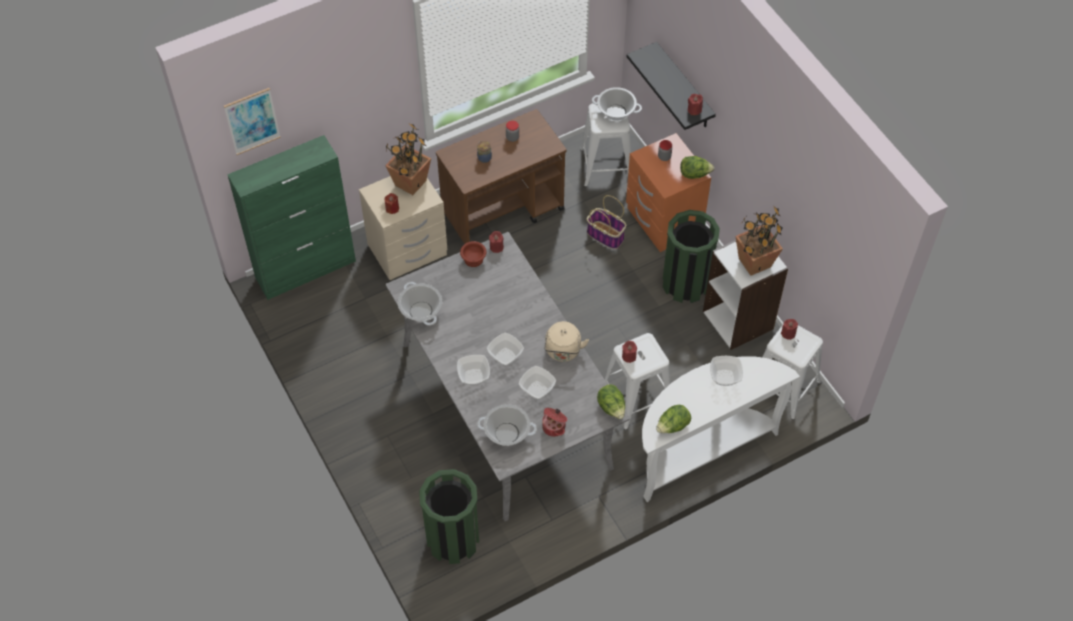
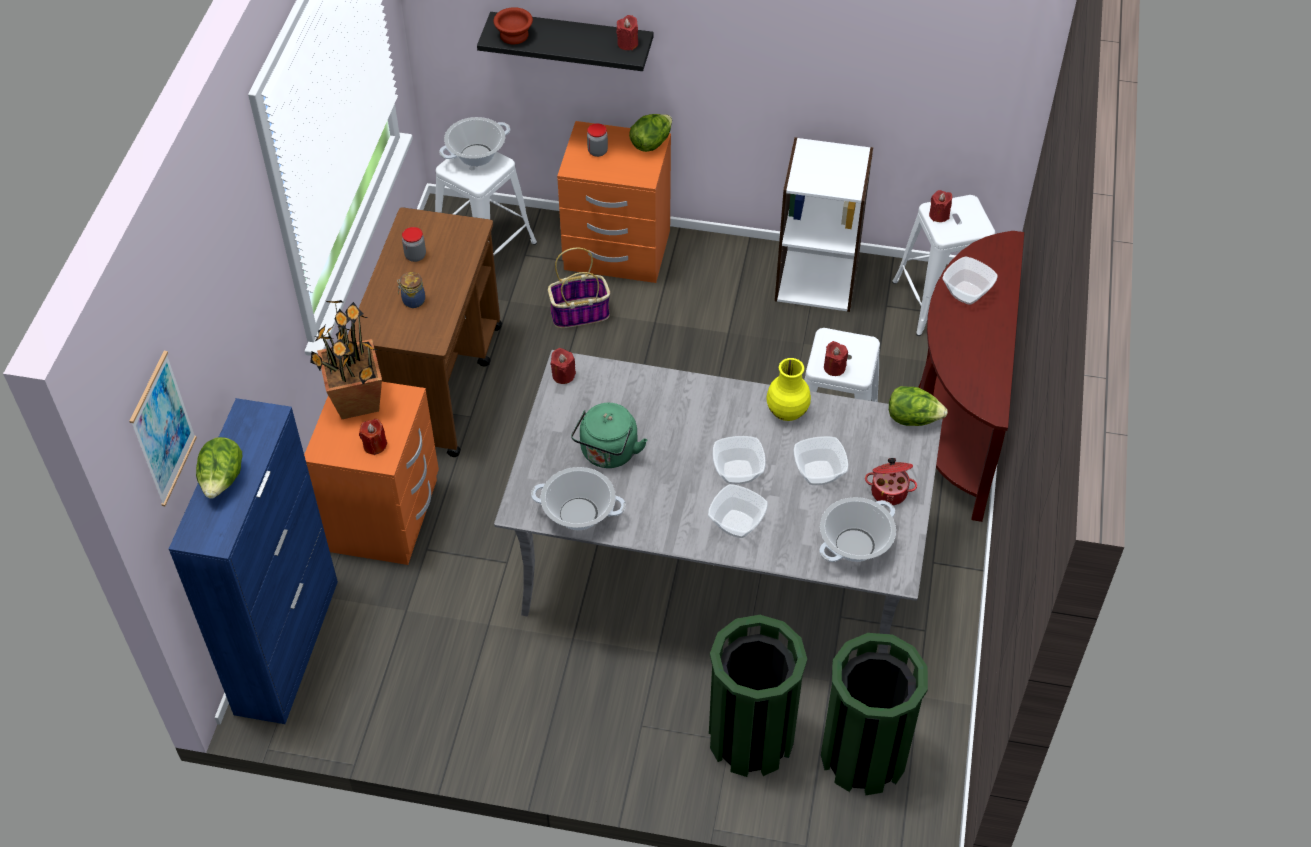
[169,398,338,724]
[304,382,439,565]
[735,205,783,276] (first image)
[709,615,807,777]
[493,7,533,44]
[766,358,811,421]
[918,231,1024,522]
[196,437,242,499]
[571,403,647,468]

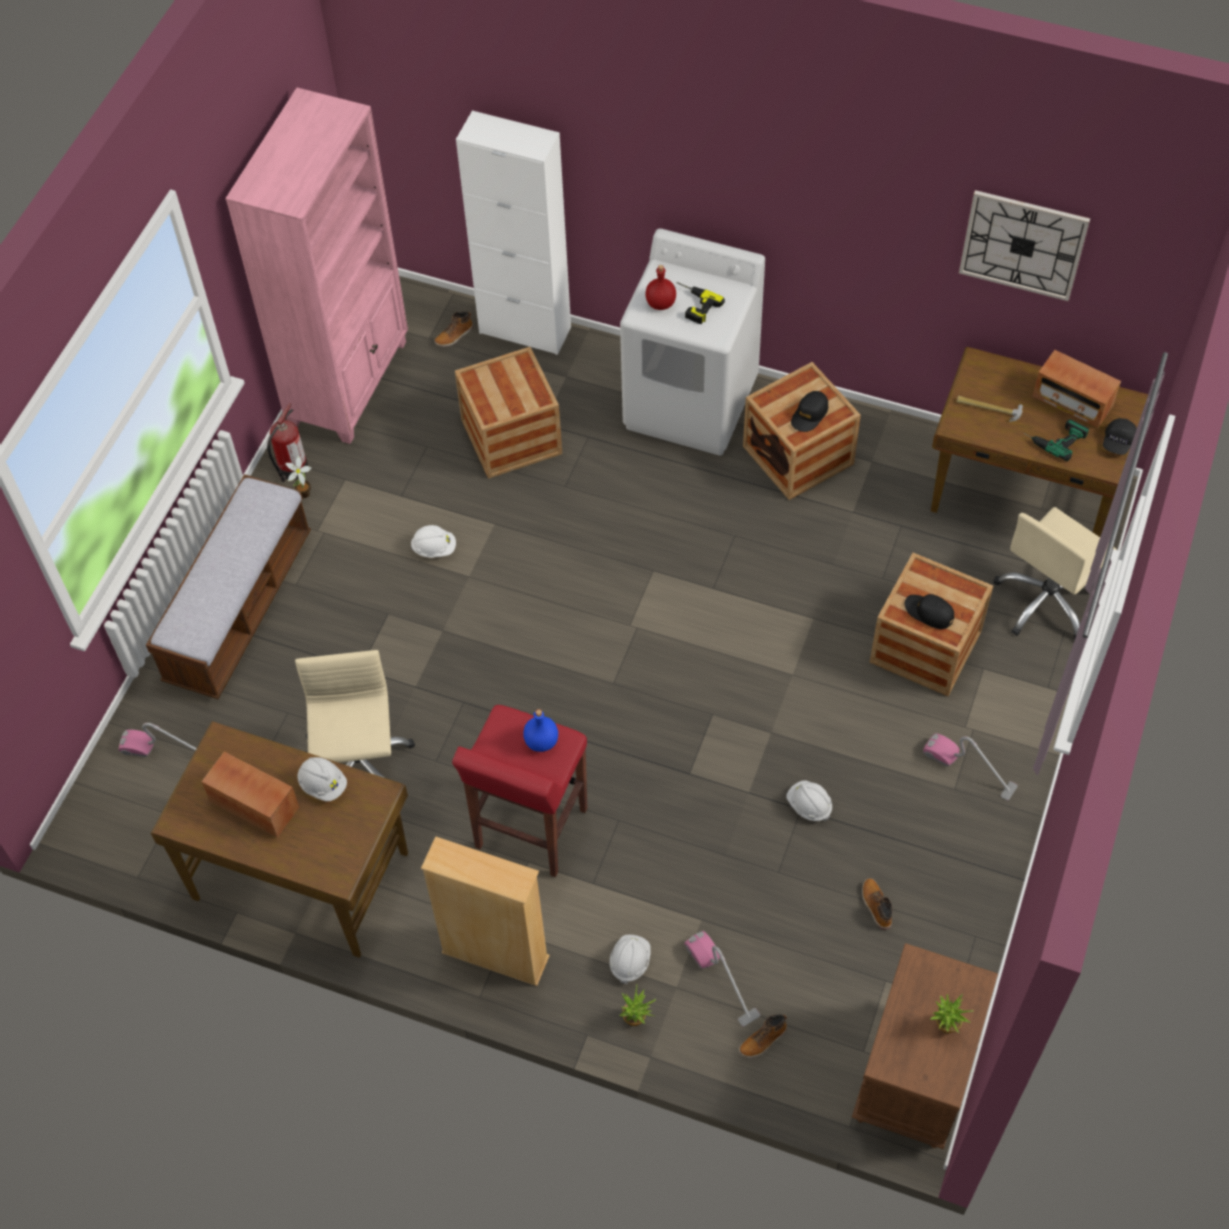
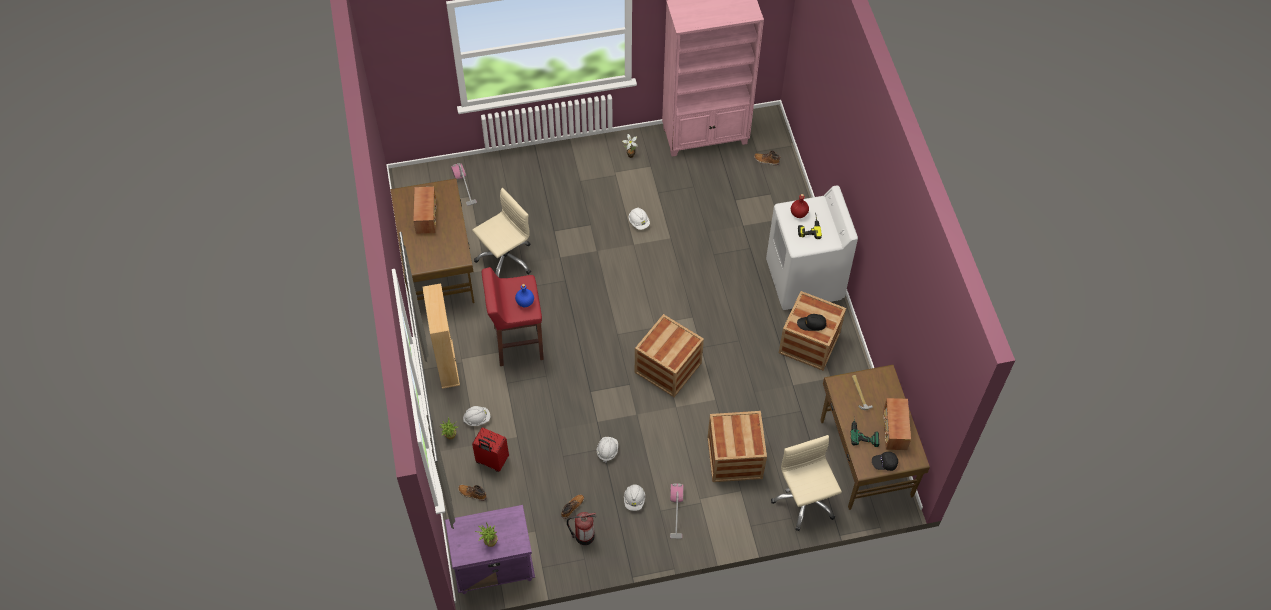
[456,111,571,355] (first image)
[959,190,1090,301] (first image)
[635,314,704,397]
[567,512,596,545]
[146,474,311,699] (first image)
[771,435,842,531]
[904,594,954,629] (first image)
[624,484,645,511]
[472,427,509,472]
[445,505,535,594]

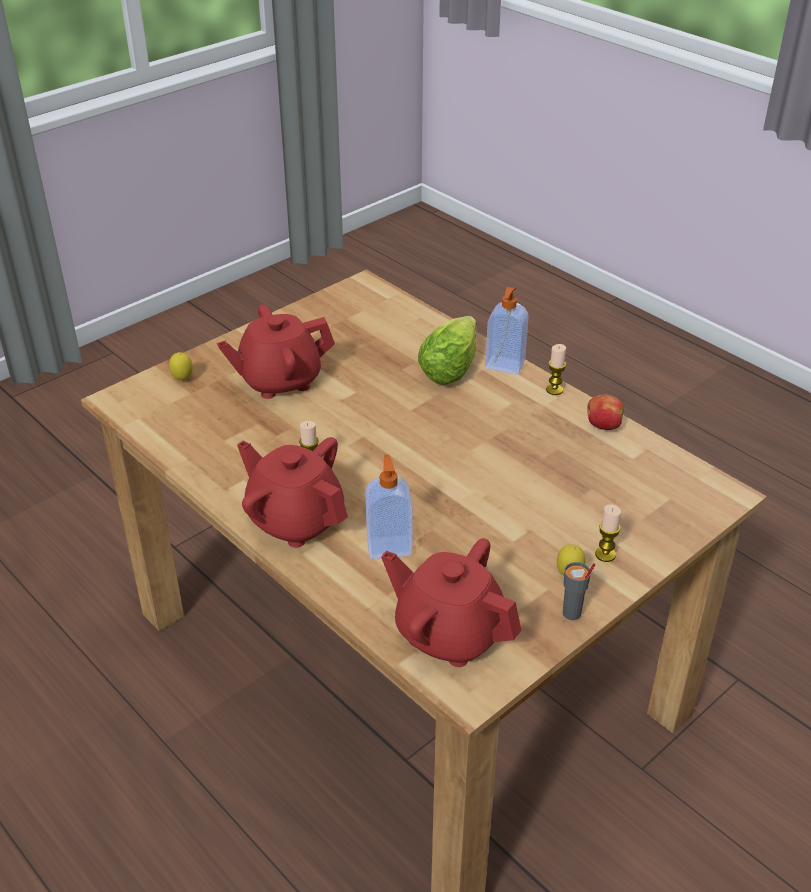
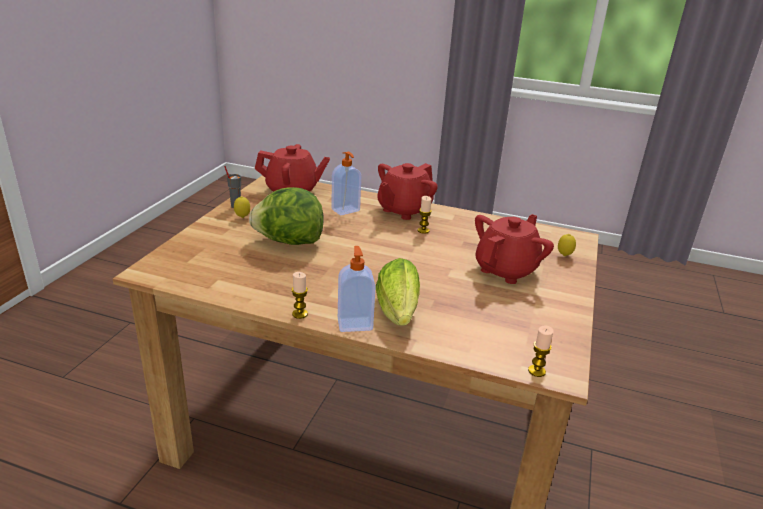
[588,394,624,430] (first image)
[377,163,438,220]
[528,326,554,377]
[249,187,324,245]

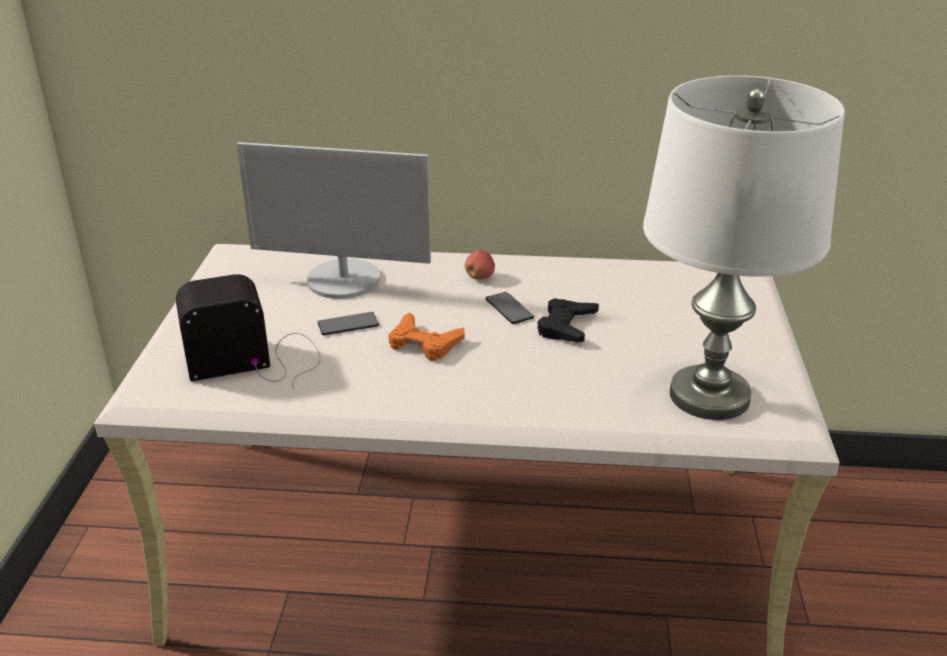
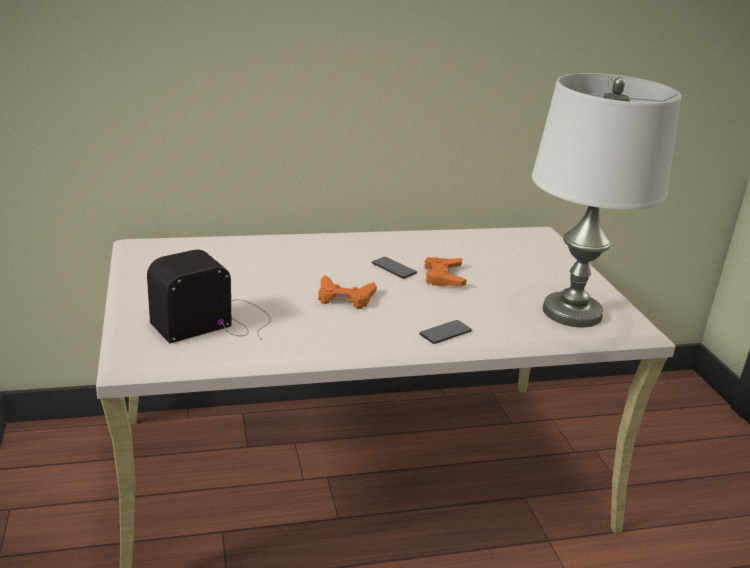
[237,142,431,299] (first image)
[465,250,495,279] (first image)
[424,257,467,286]
[419,320,472,344]

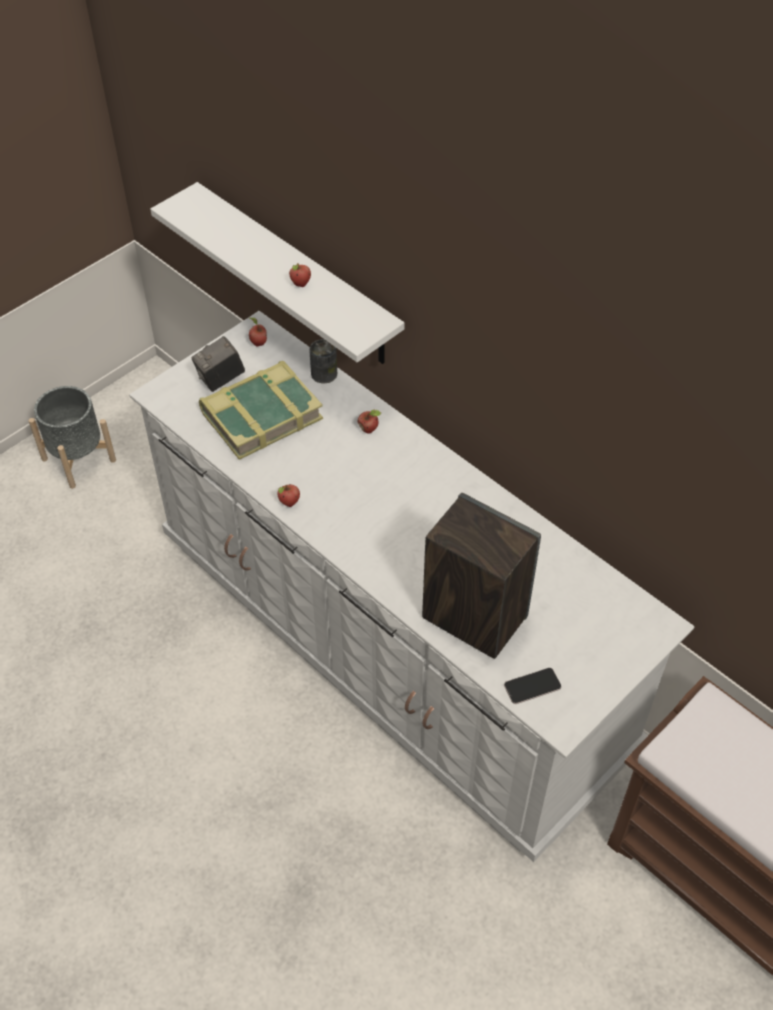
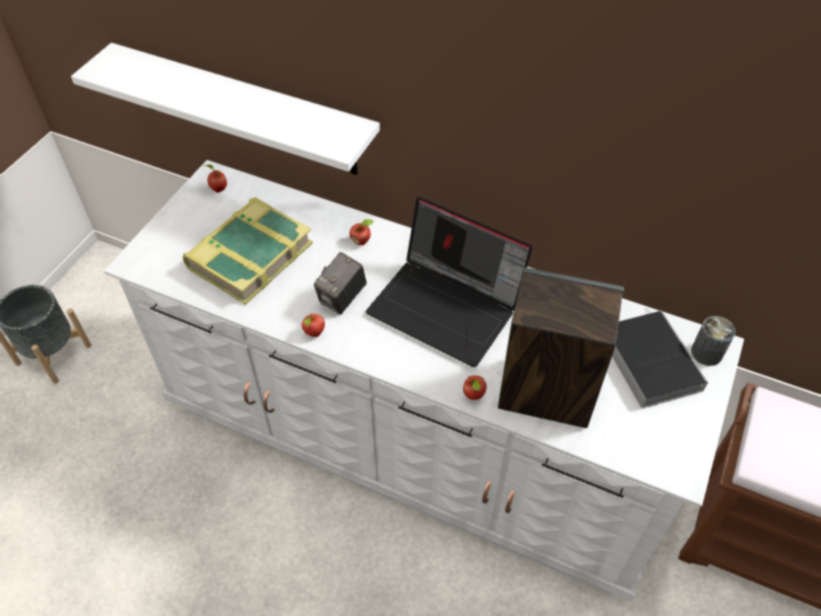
[463,375,487,400]
[314,252,367,315]
[691,316,736,366]
[504,668,561,704] (first image)
[366,197,532,367]
[612,308,708,408]

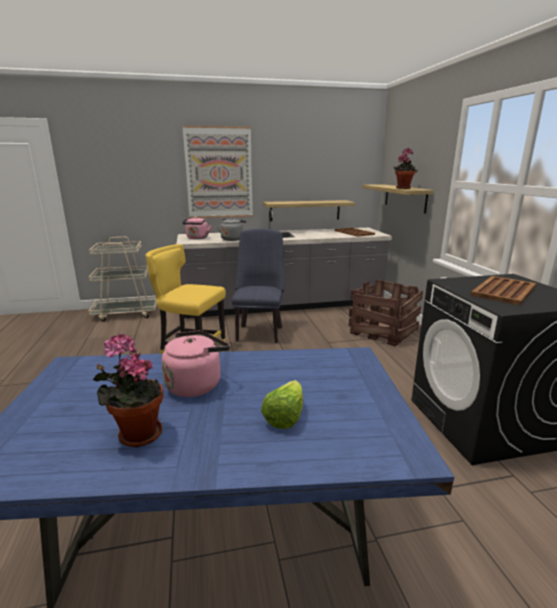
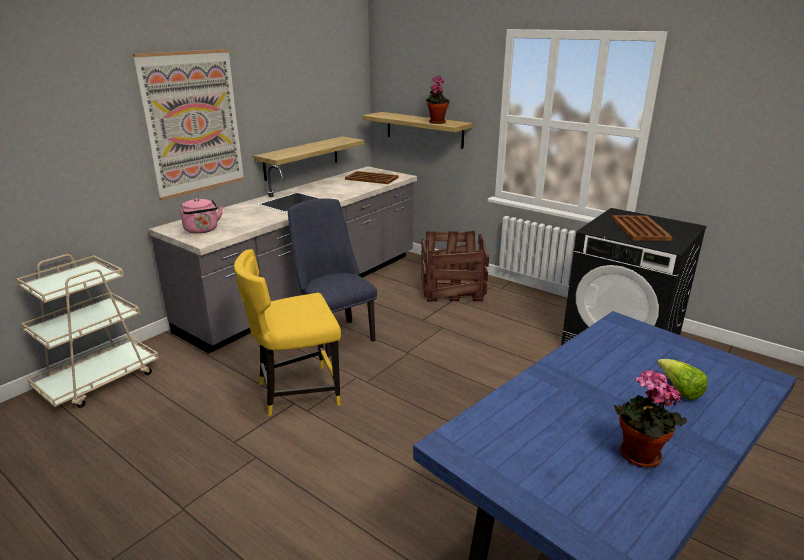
[218,218,246,241] (first image)
[162,331,230,397] (first image)

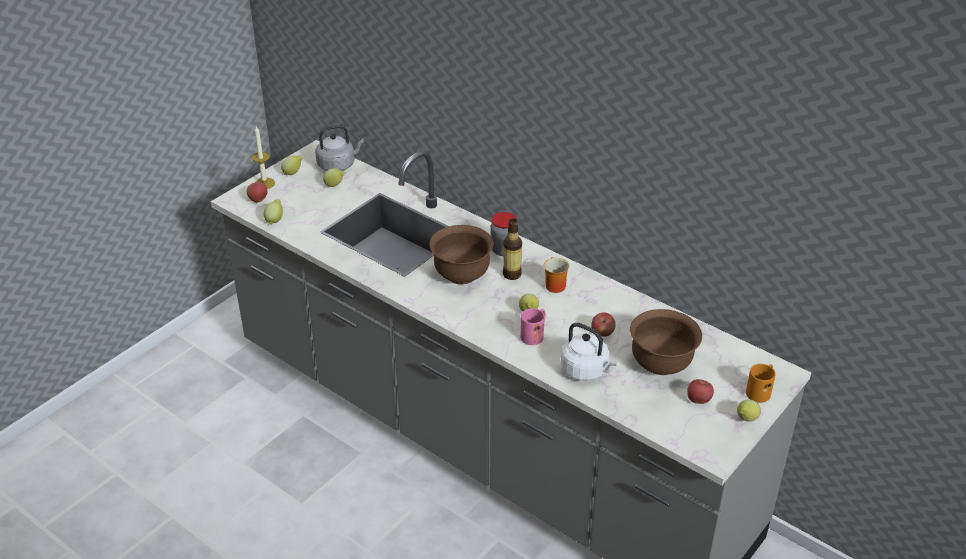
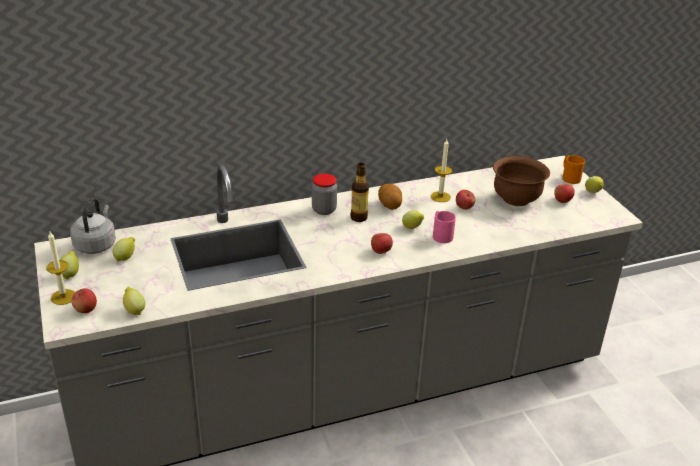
[429,225,493,284] (first image)
[378,184,402,210]
[561,323,618,381] (first image)
[431,139,452,202]
[371,233,393,254]

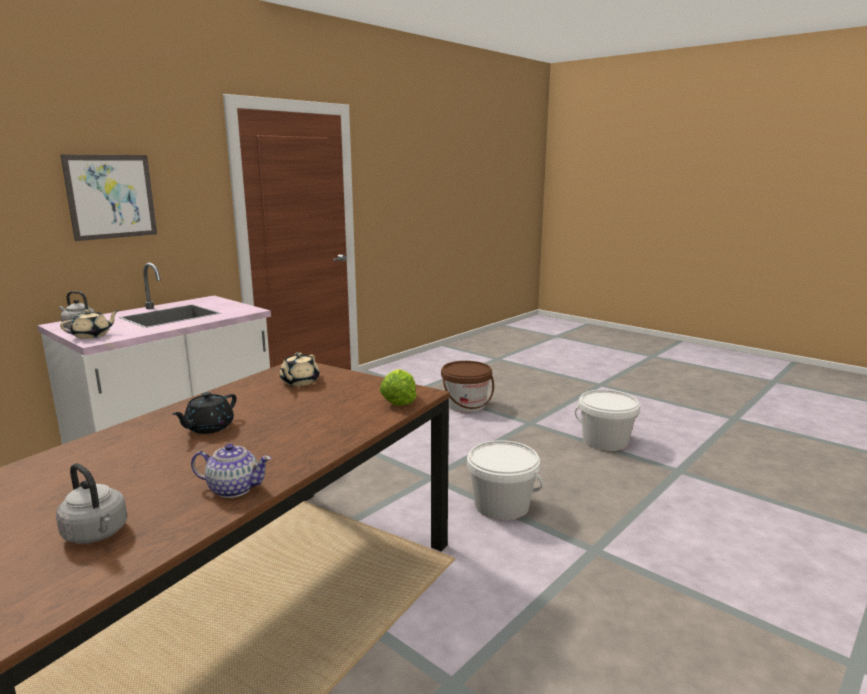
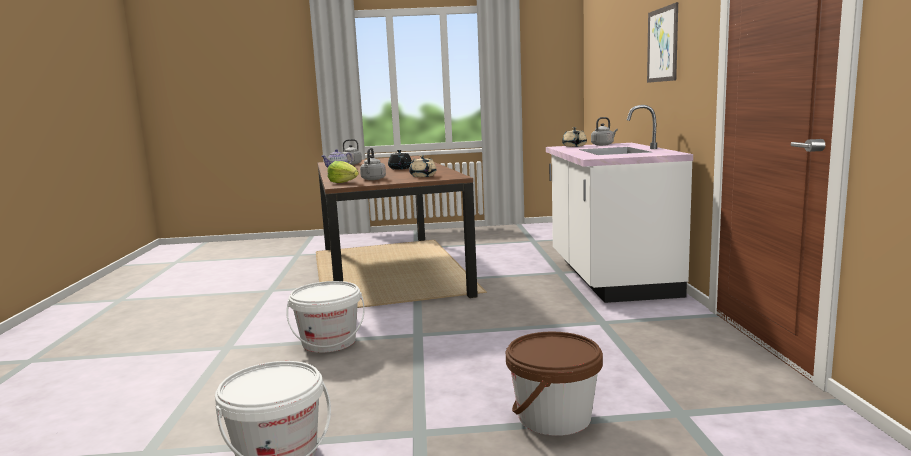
[360,148,386,180]

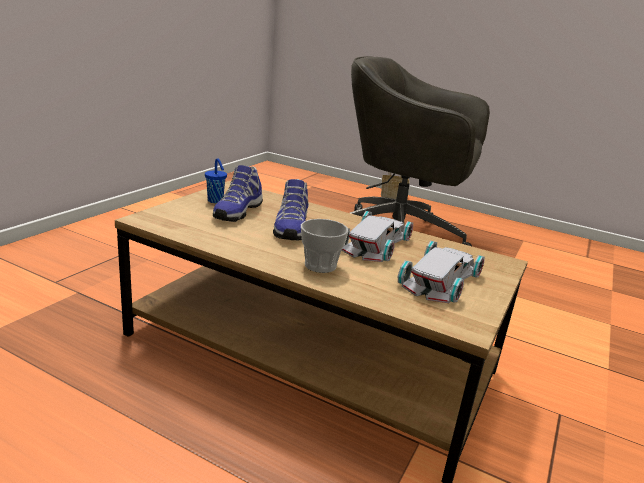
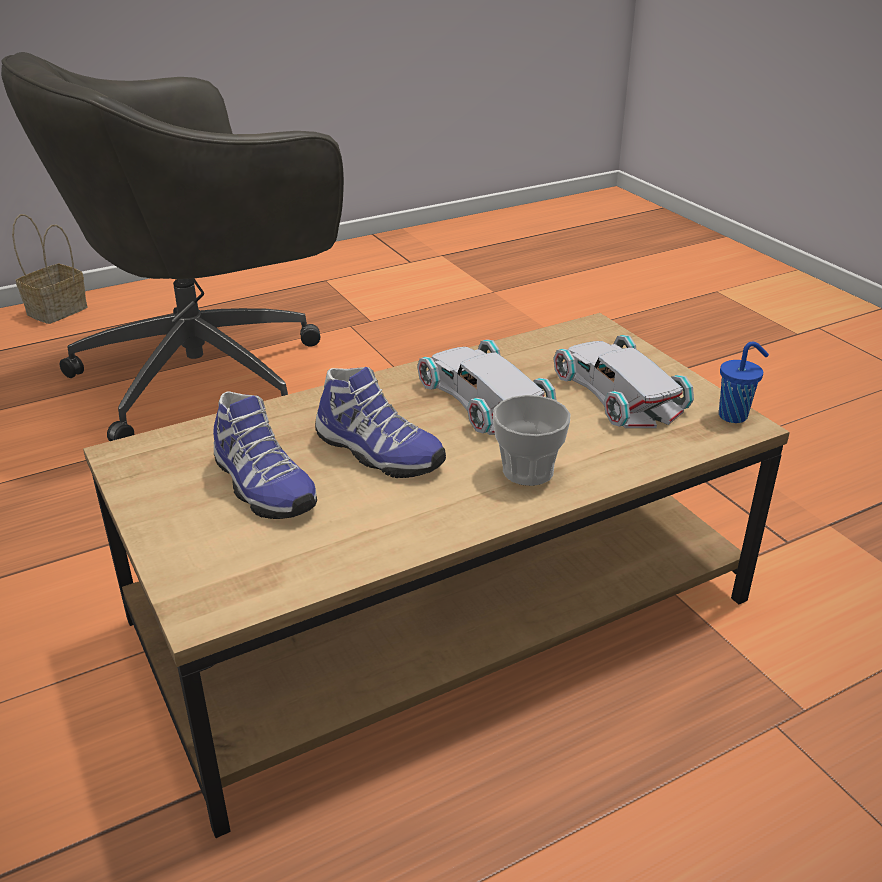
[719,342,769,423]

